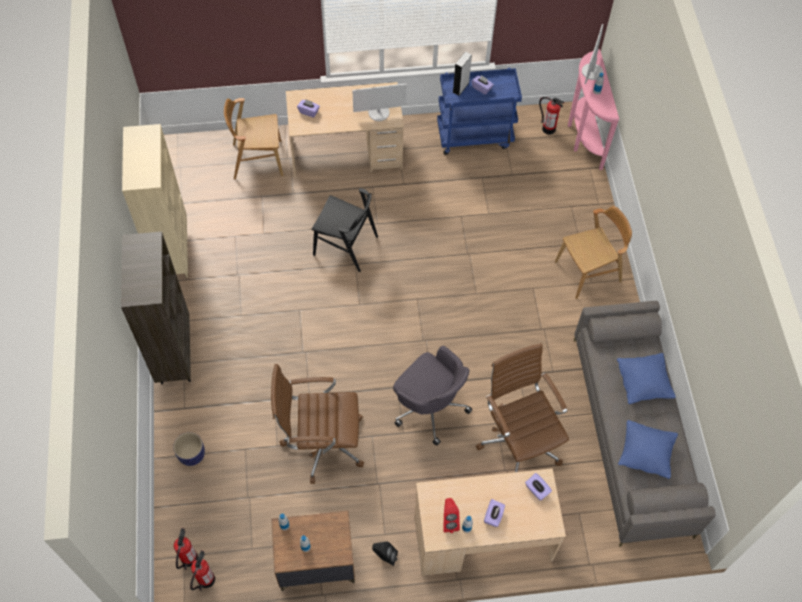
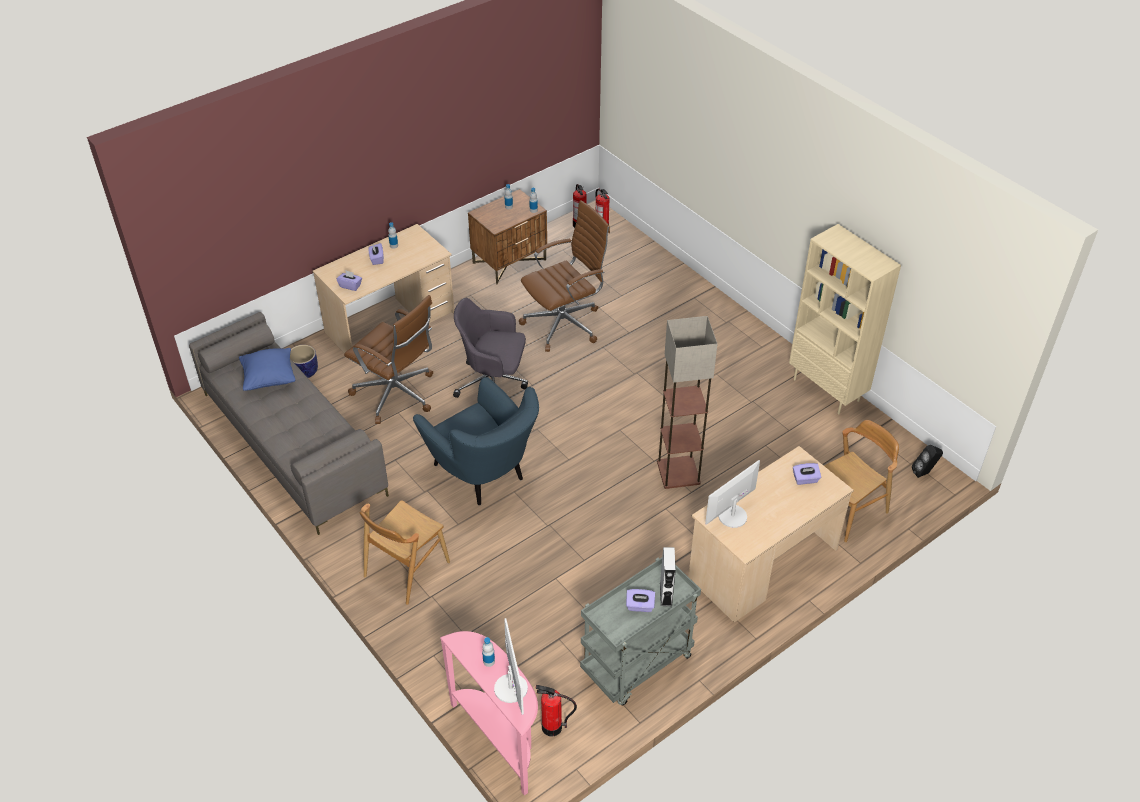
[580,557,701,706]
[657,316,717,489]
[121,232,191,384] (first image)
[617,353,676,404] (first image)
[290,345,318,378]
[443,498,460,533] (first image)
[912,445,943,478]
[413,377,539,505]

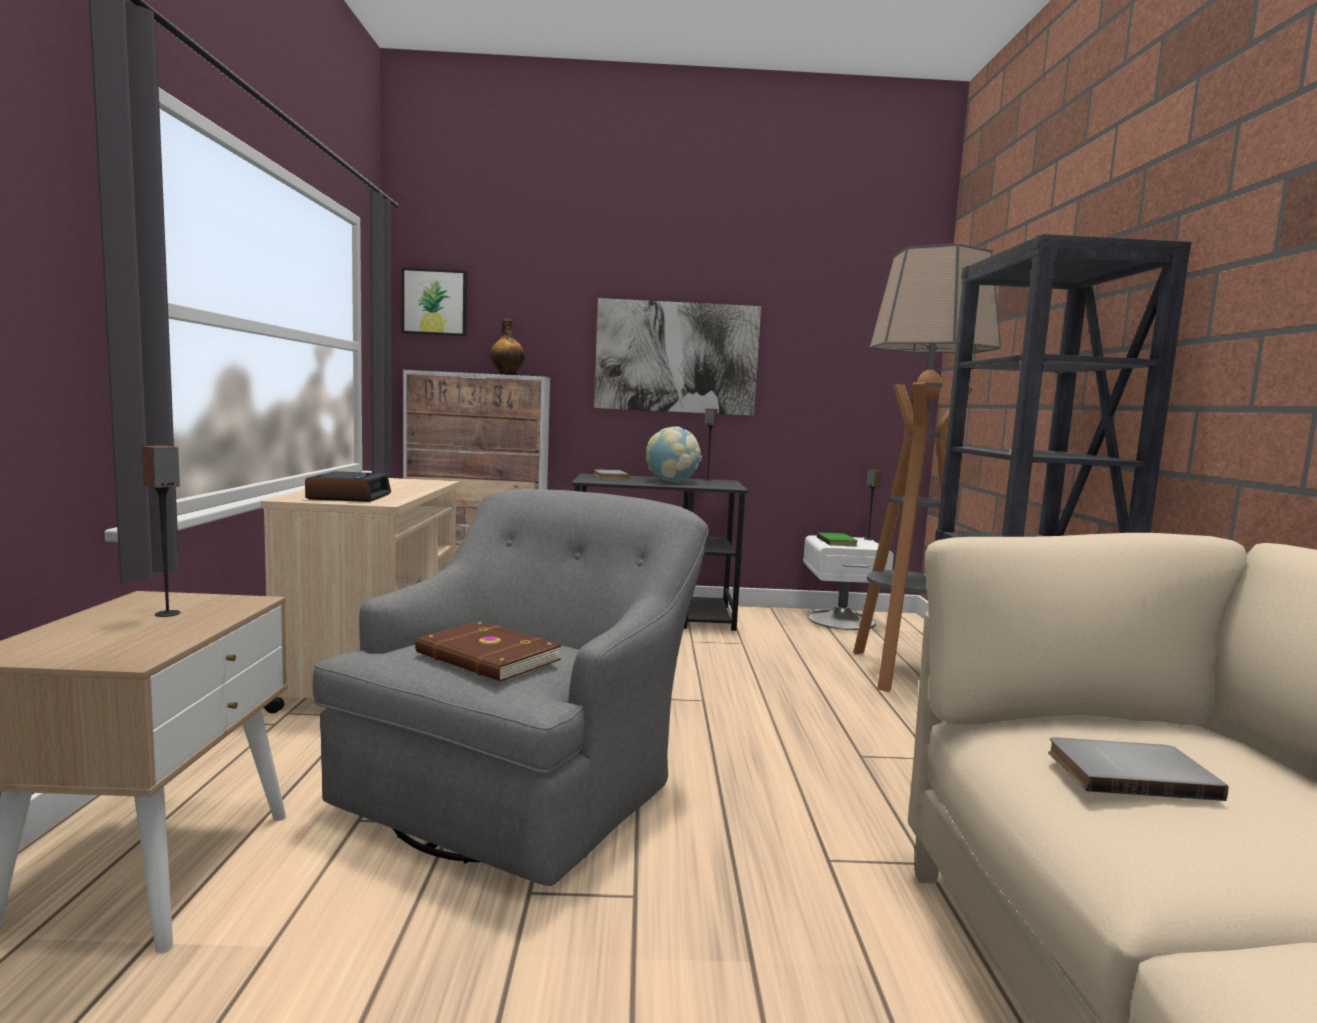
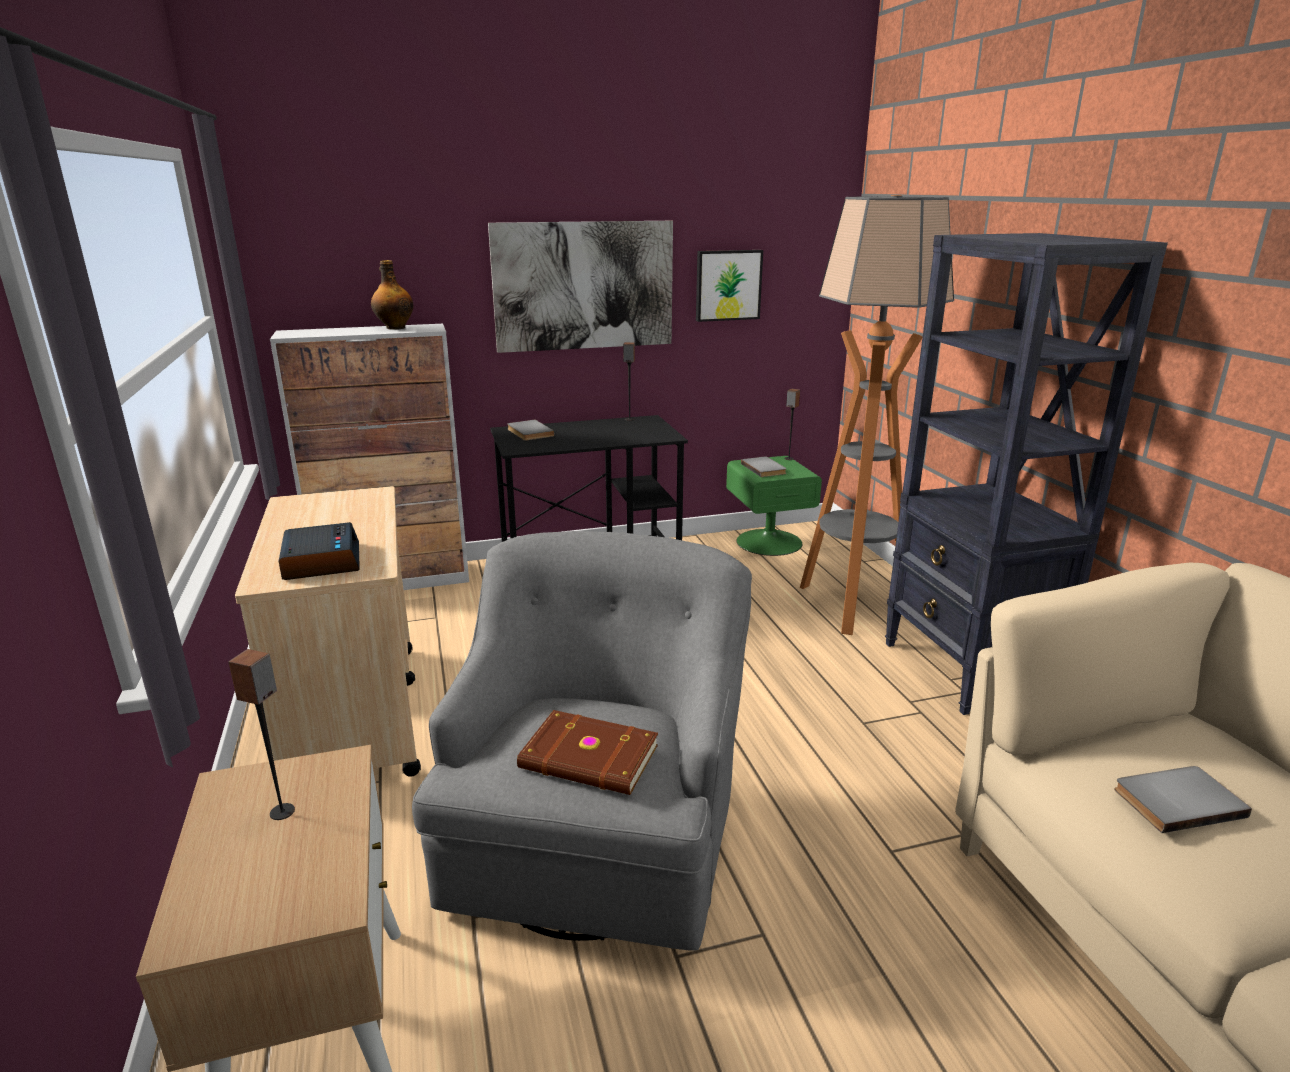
[696,250,763,322]
[646,426,702,482] (first image)
[741,456,787,477]
[726,456,822,556]

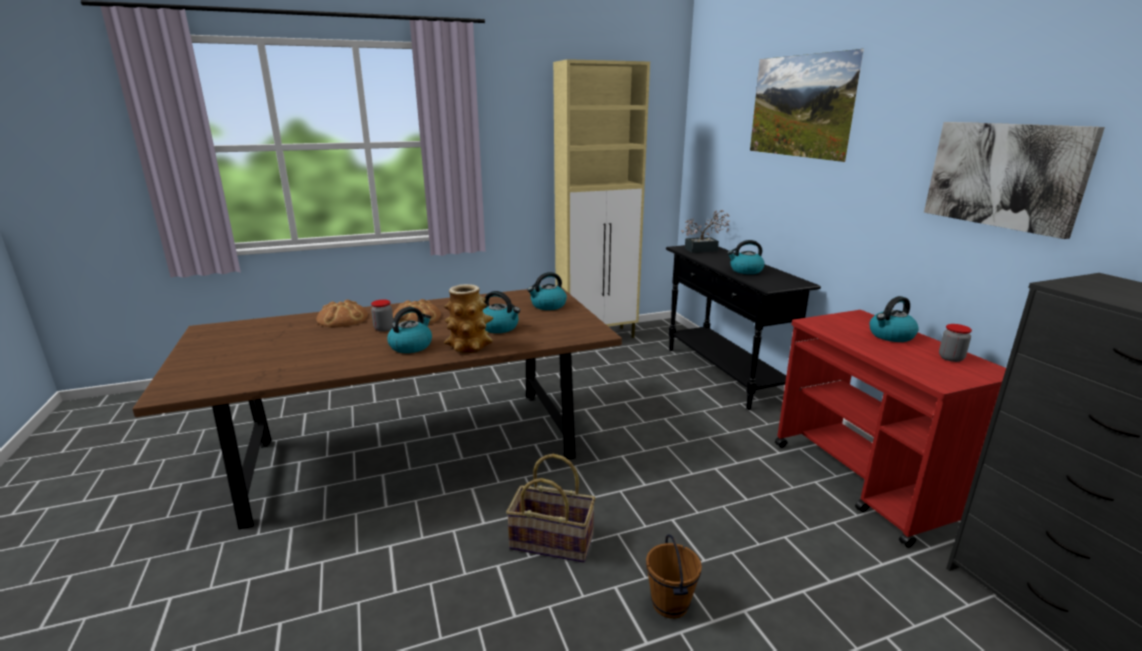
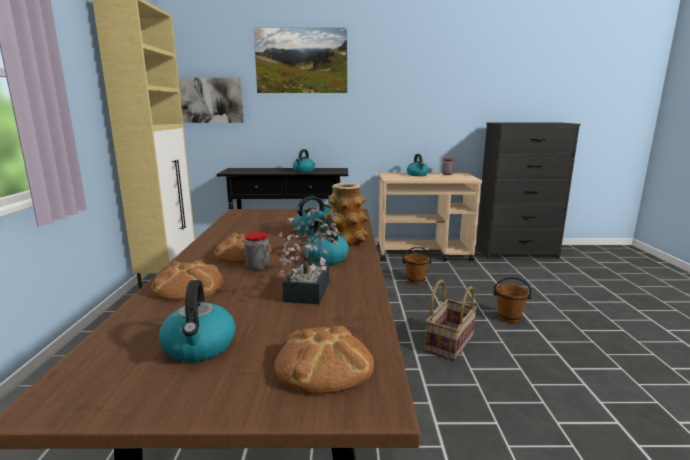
[178,78,244,123]
[279,209,339,304]
[159,280,236,362]
[378,173,482,261]
[402,247,432,284]
[274,325,374,394]

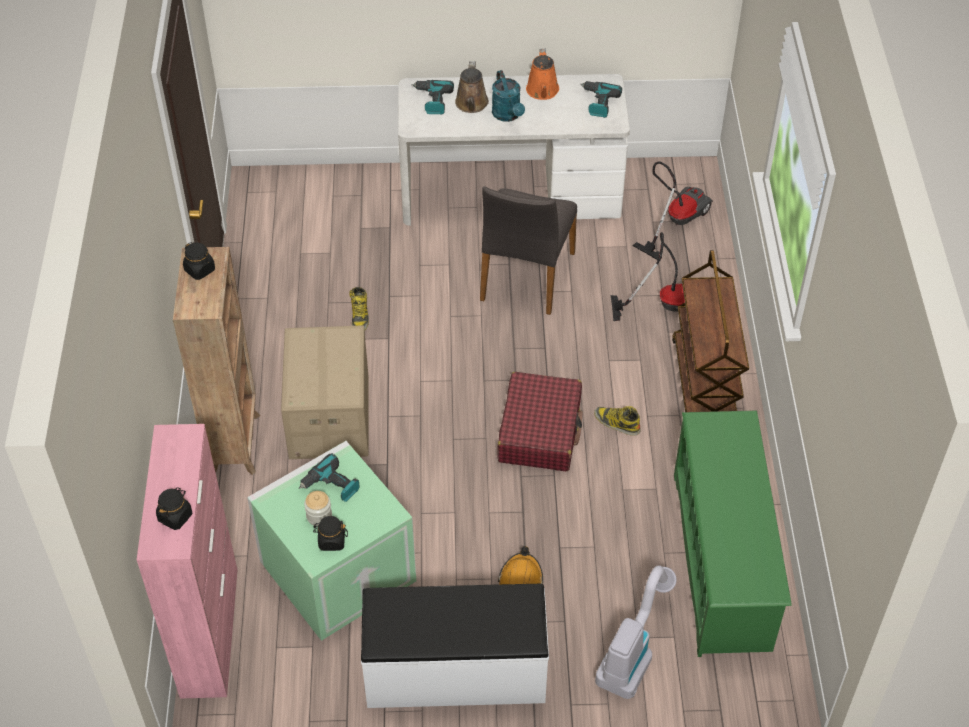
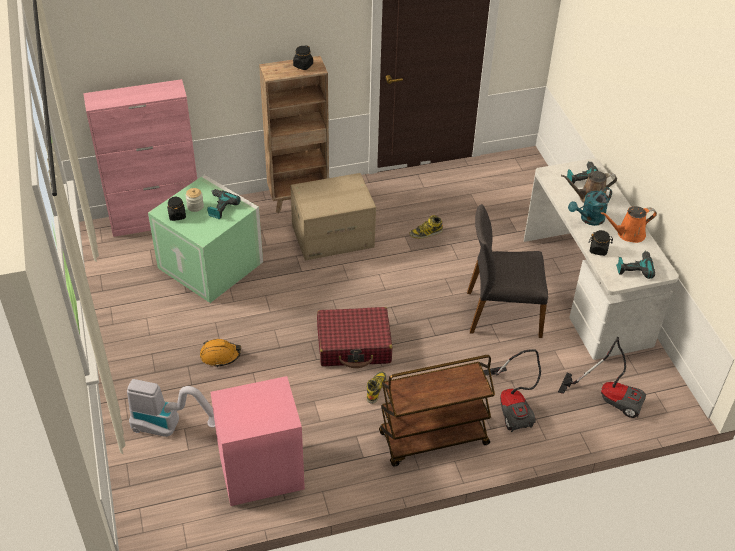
[210,376,305,506]
[589,230,613,256]
[361,584,549,708] (first image)

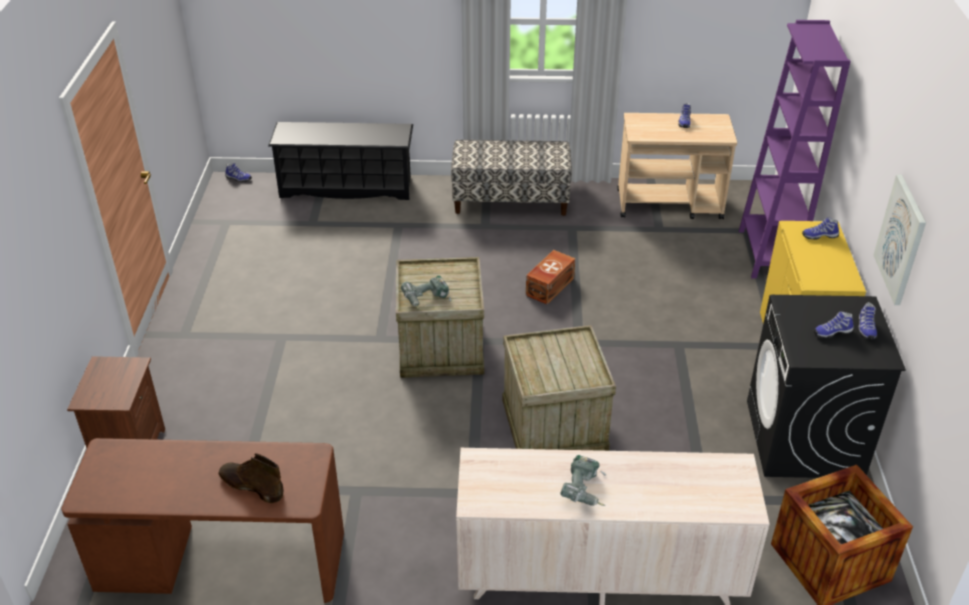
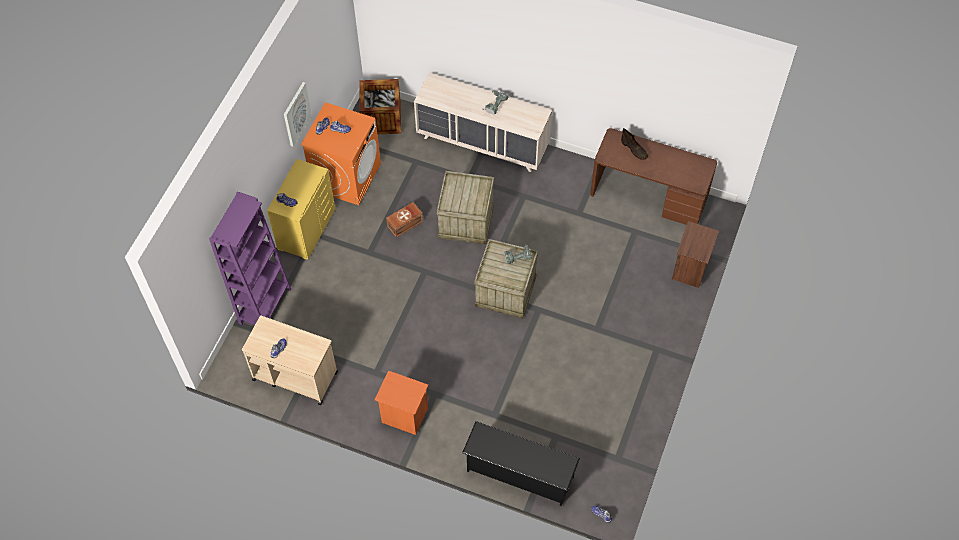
[375,371,428,435]
[386,202,423,237]
[301,102,381,205]

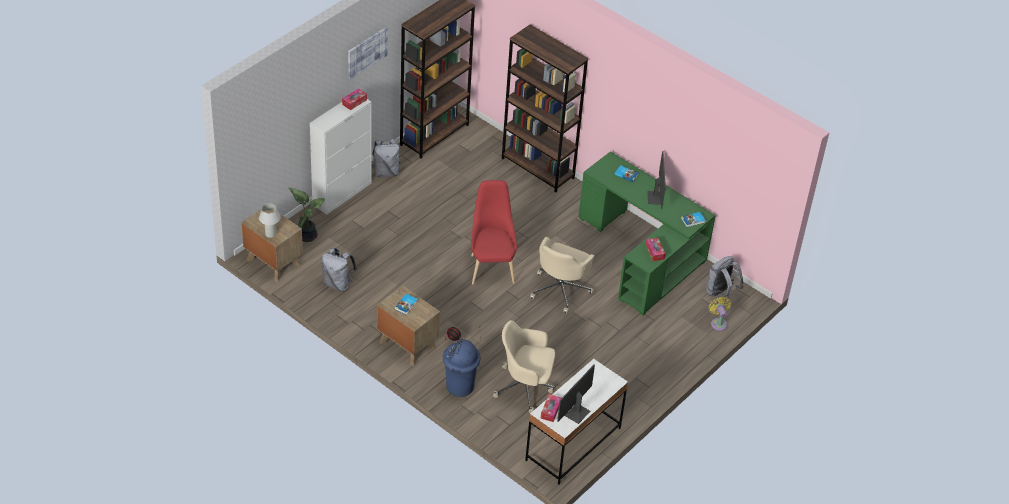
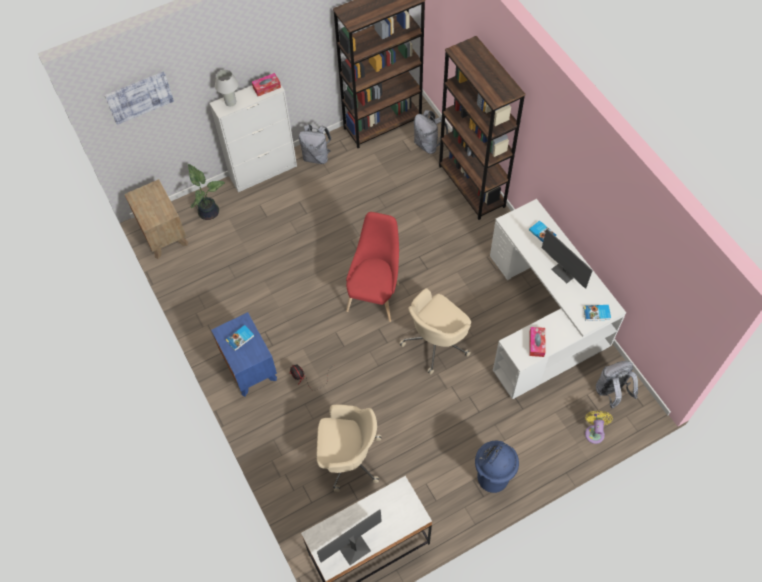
[105,71,174,125]
[490,199,626,400]
[542,229,593,289]
[215,69,238,106]
[414,110,448,154]
[211,312,277,396]
[316,405,381,492]
[475,441,519,493]
[541,394,561,422] (first image)

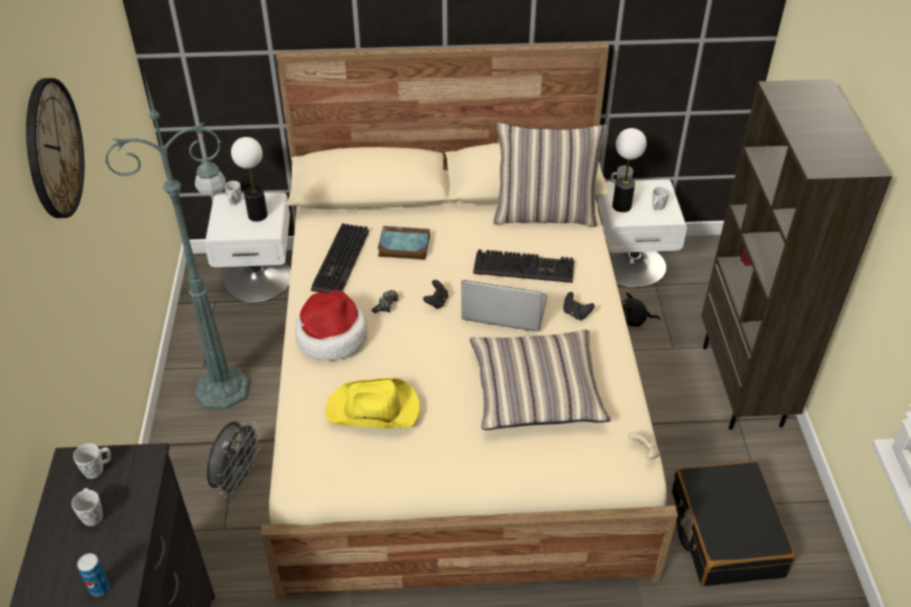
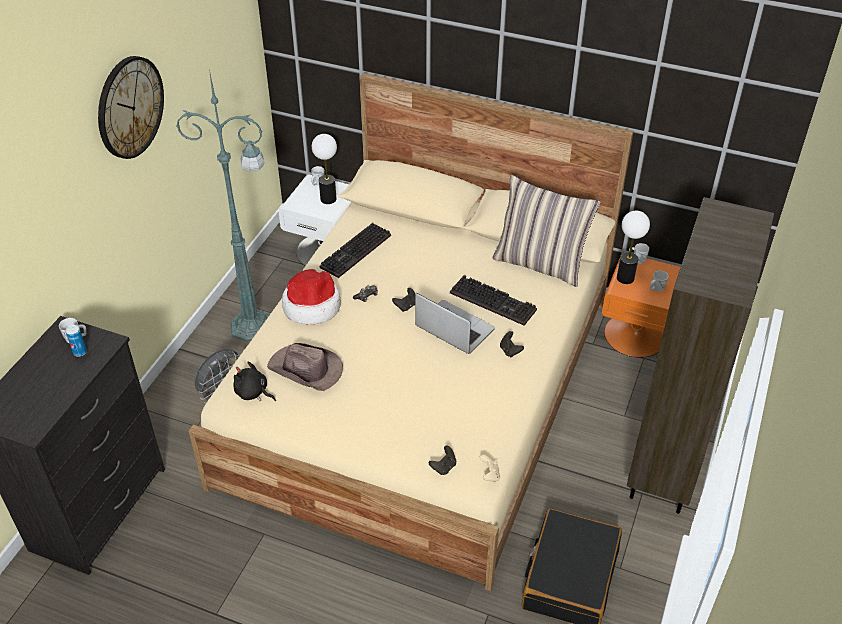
[602,253,681,358]
[378,226,430,260] (first image)
[233,362,276,401]
[470,330,611,430] (first image)
[267,343,343,391]
[71,488,103,526] (first image)
[66,325,87,357]
[429,445,456,475]

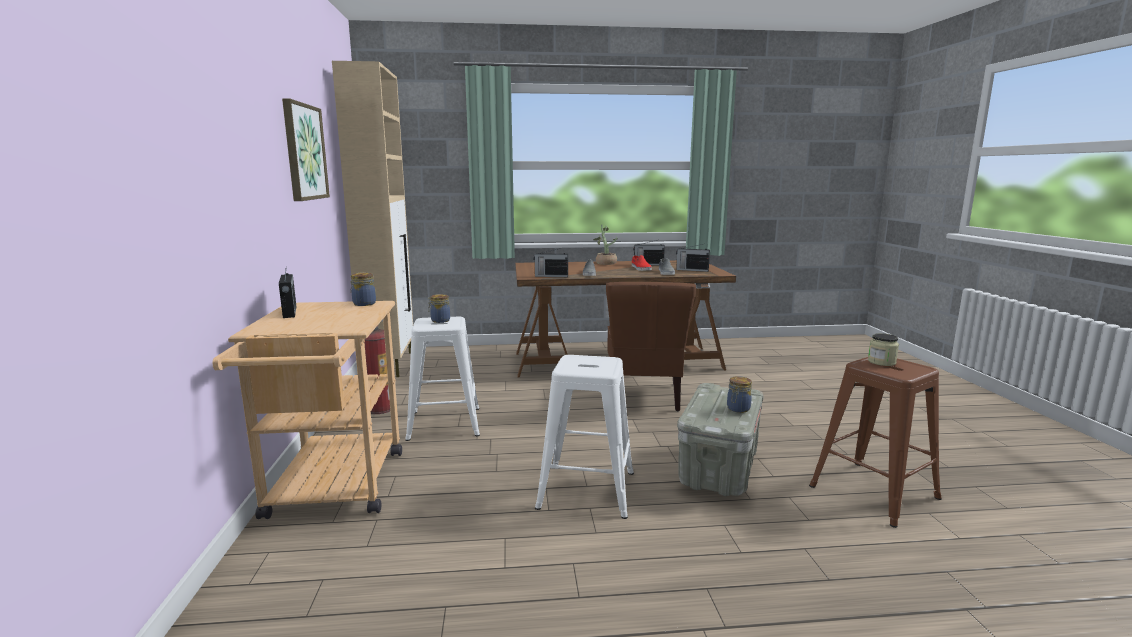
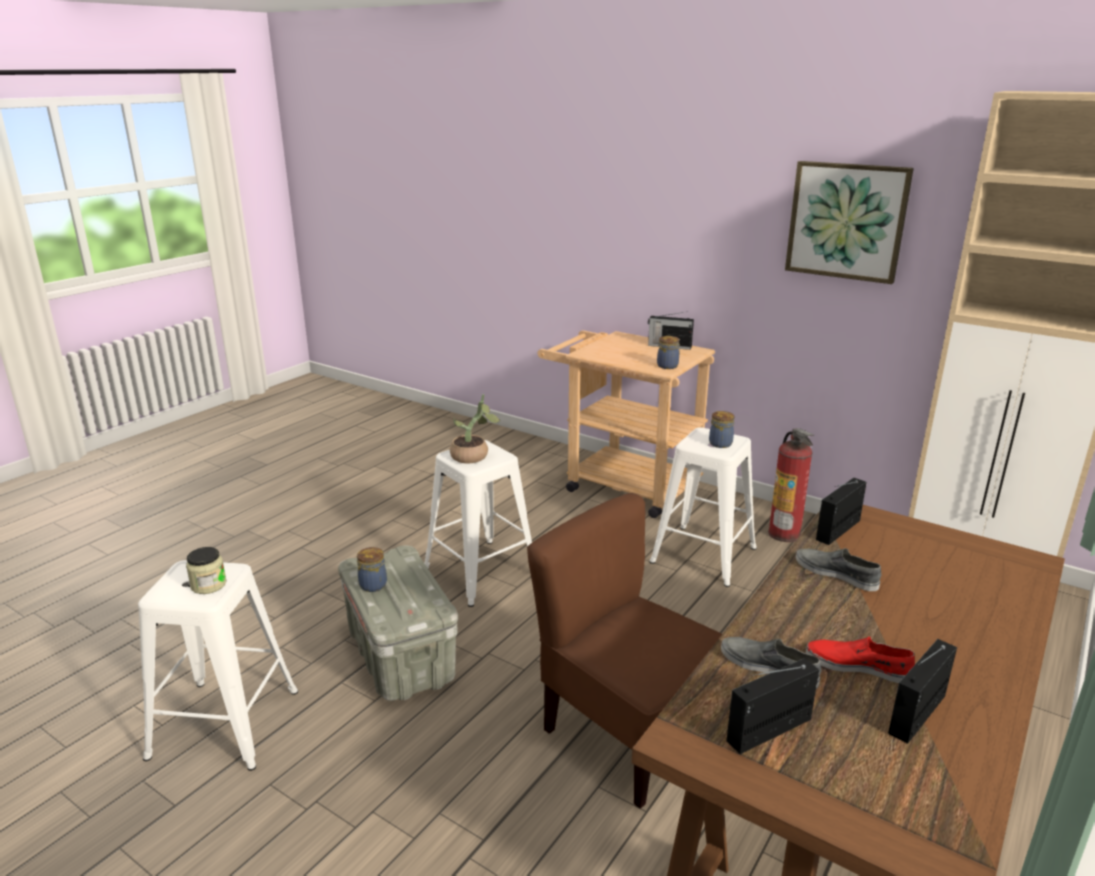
[450,394,501,463]
[138,560,298,771]

